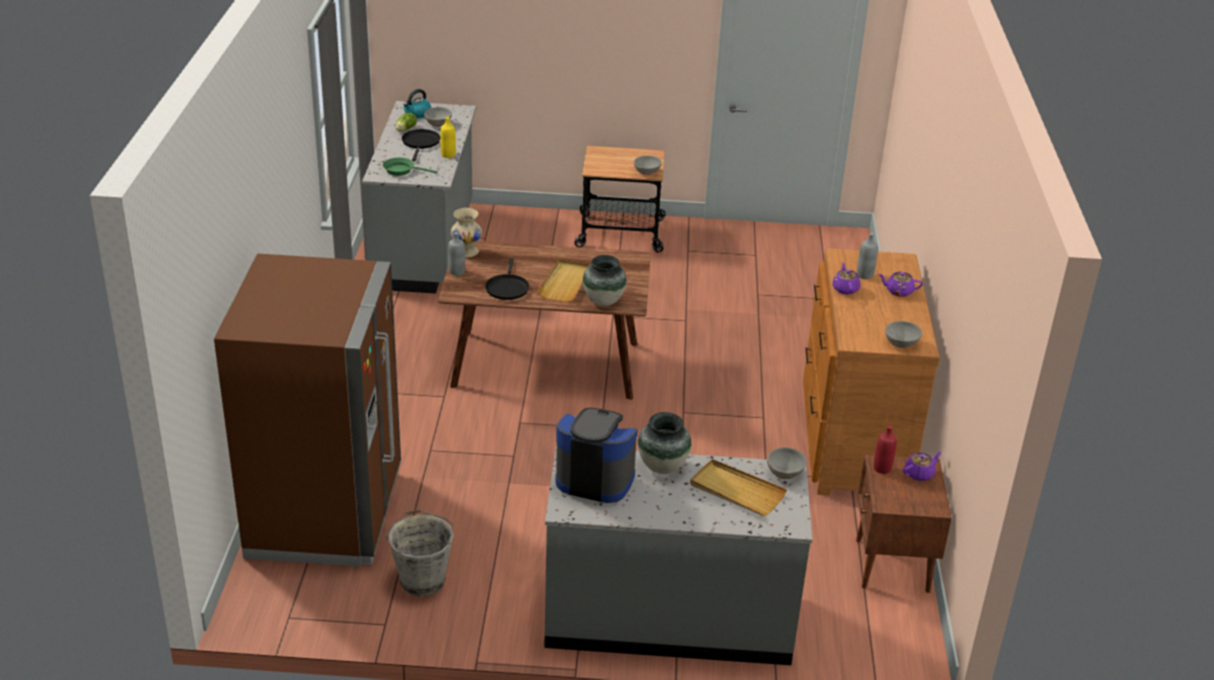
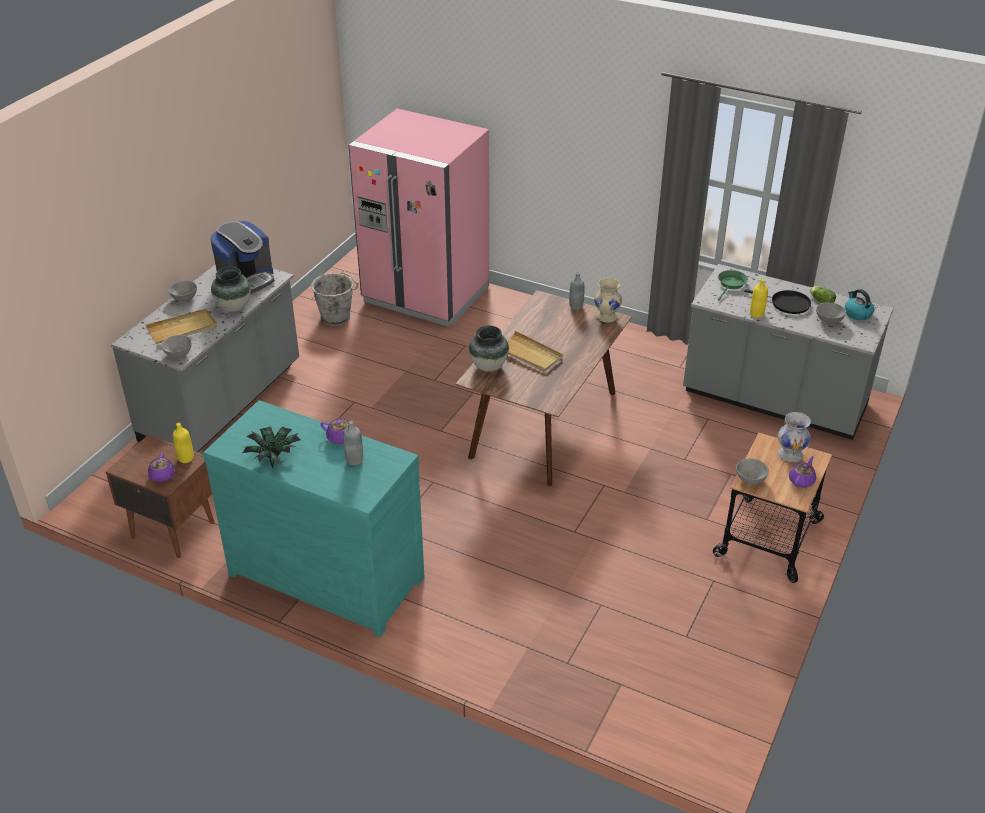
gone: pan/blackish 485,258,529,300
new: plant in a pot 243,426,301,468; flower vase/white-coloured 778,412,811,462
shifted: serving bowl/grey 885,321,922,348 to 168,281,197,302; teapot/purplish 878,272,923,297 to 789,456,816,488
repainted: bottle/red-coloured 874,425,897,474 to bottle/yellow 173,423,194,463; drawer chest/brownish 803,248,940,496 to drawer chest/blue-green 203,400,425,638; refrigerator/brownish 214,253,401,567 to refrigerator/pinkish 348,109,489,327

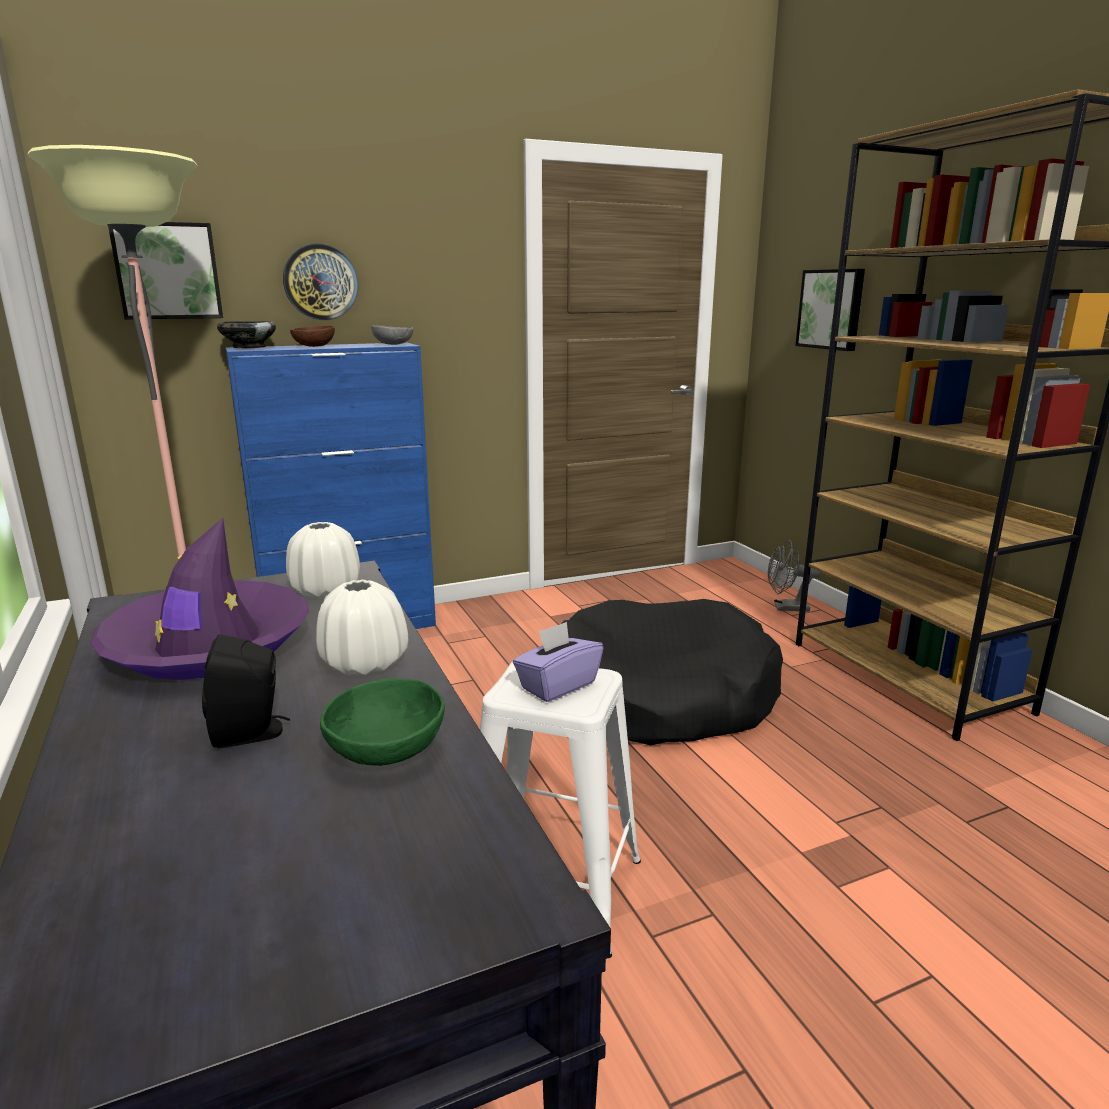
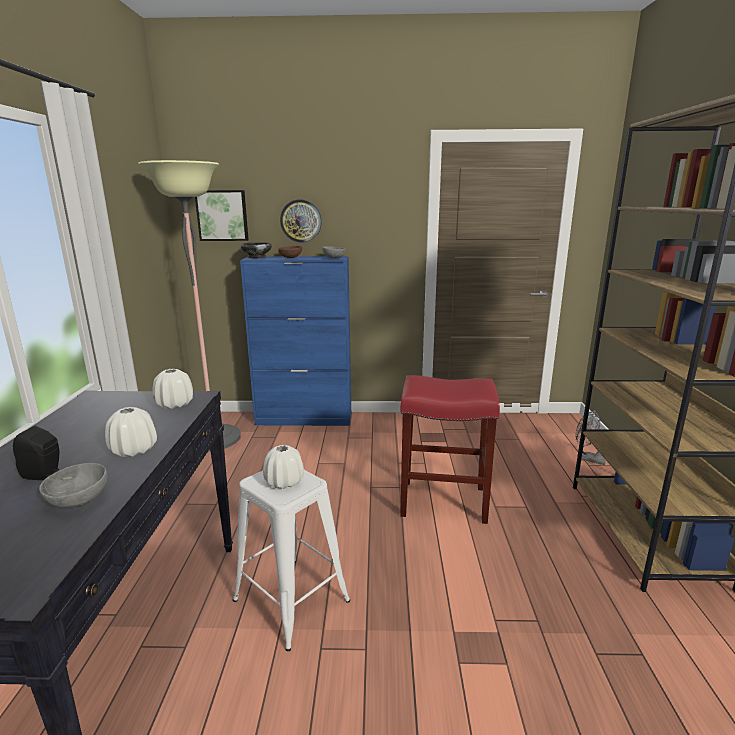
gone: clothing hat/purplish 90,518,310,680; wall picture 795,269,865,351
swapped: box of tissues/purplish 513,622,603,702 to flower vase/white-coloured 263,445,304,489; pet bed/blackish 561,599,783,745 to stool/red-coloured 400,375,500,524
repainted: serving bowl/green 320,678,445,766 to serving bowl/grey 39,463,107,507

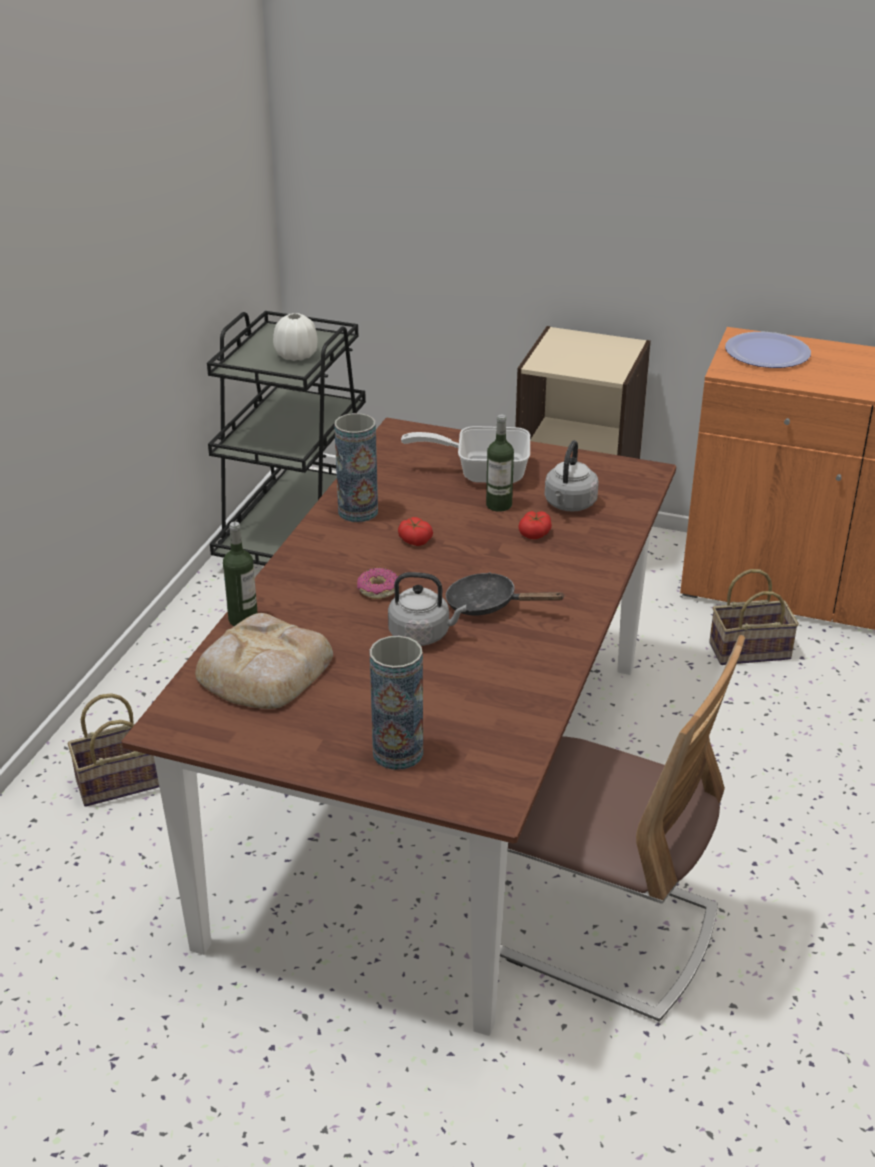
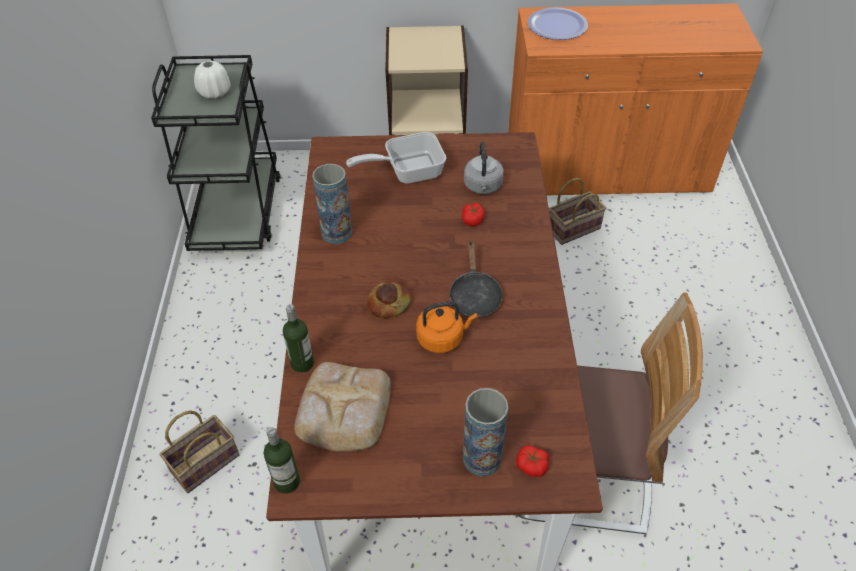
shifted: bottle 486,415,514,512 to 264,427,300,494; whole tomato 398,517,433,546 to 516,445,549,477
swapped: donut 357,568,398,599 to bakery bread 367,280,411,318
repainted: water kettle/grey 388,572,466,646 to water kettle/orangey 416,301,477,353
rotated: pan/blackish 446,572,565,616 = 449,240,503,318 90 degrees counterclockwise

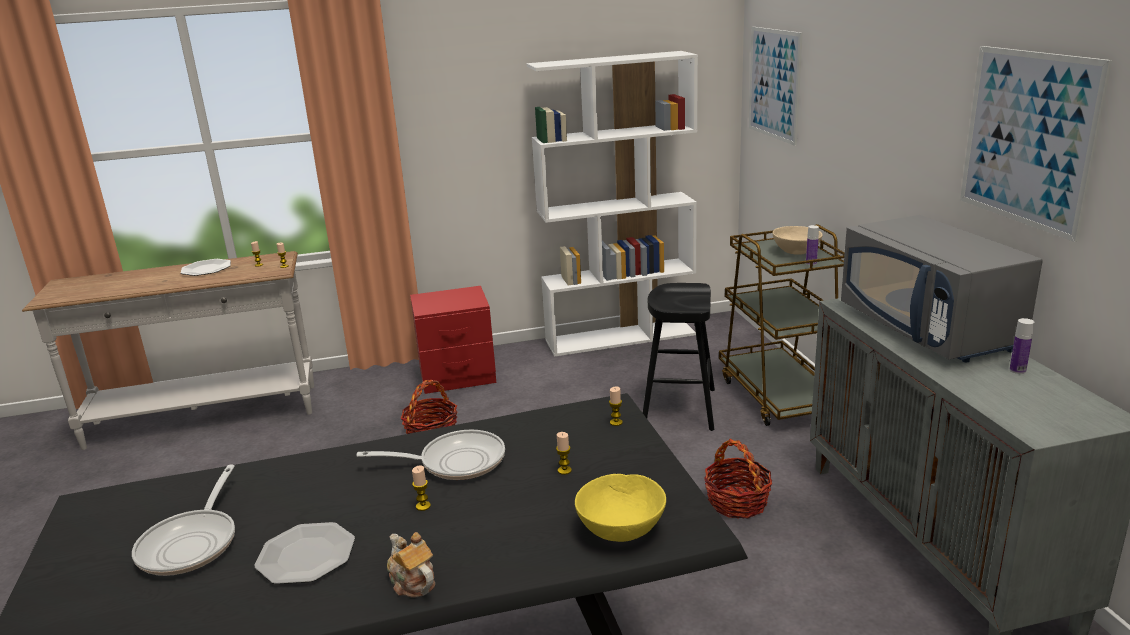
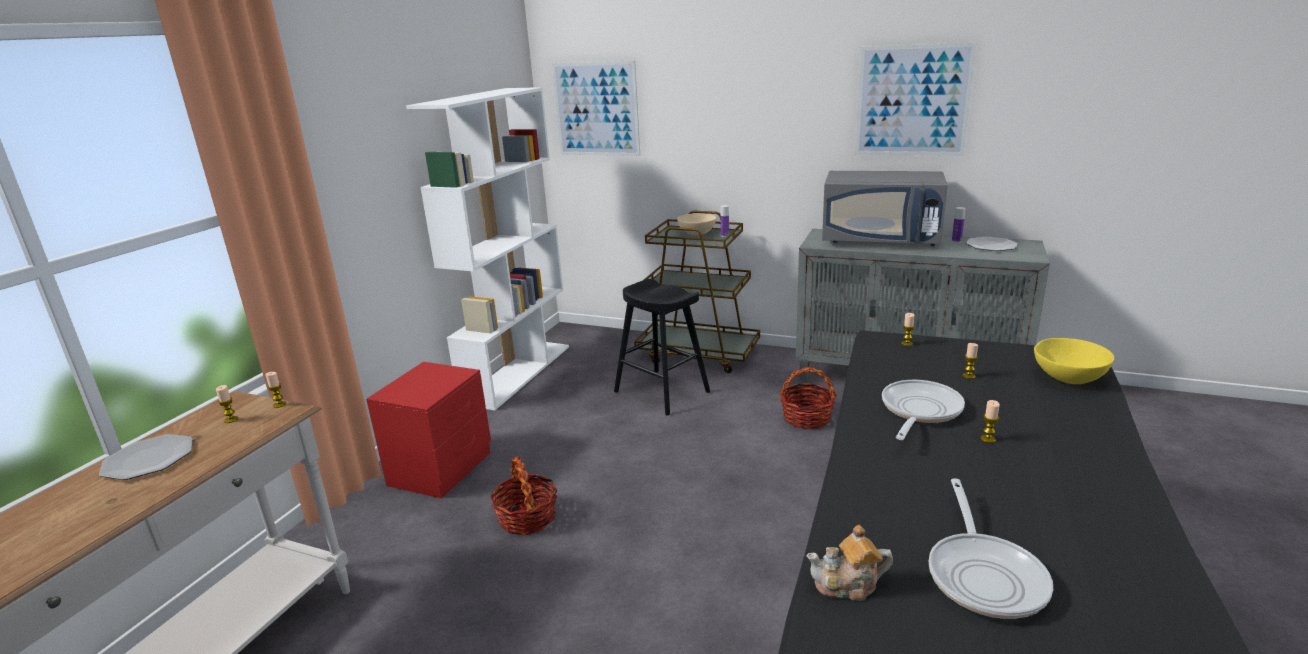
shifted: teapot 387,532,435,597 to 806,525,893,601; dinner plate 254,522,355,584 to 966,237,1018,251
rotated: pan 132,465,235,576 = 928,478,1053,619 60 degrees clockwise

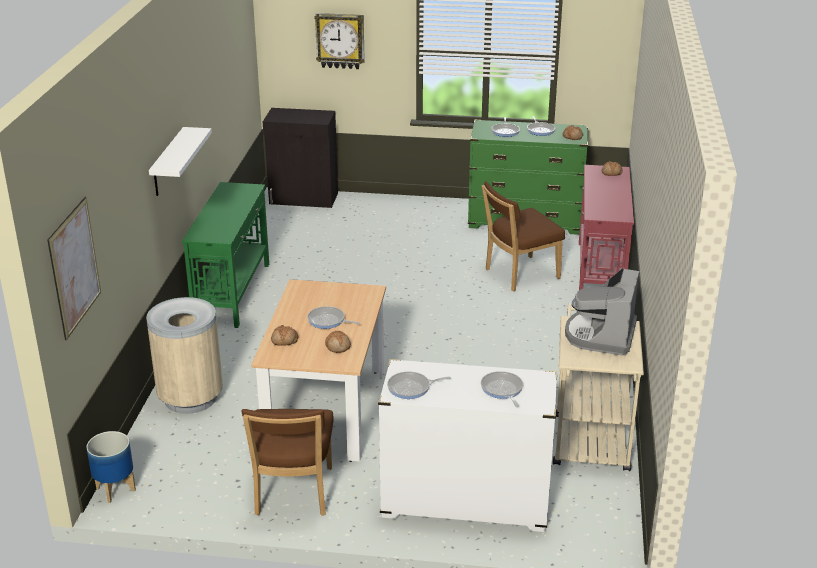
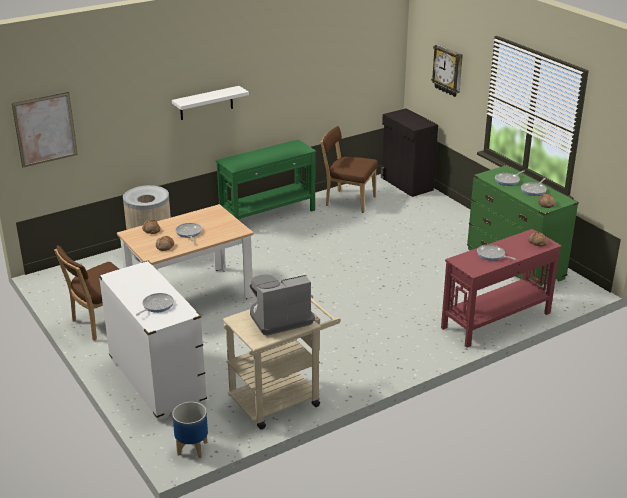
shifted: planter 86,431,136,503 to 172,402,208,458; chair/brownish 481,181,565,291 to 321,126,378,213; pan 387,372,451,399 to 477,245,516,261

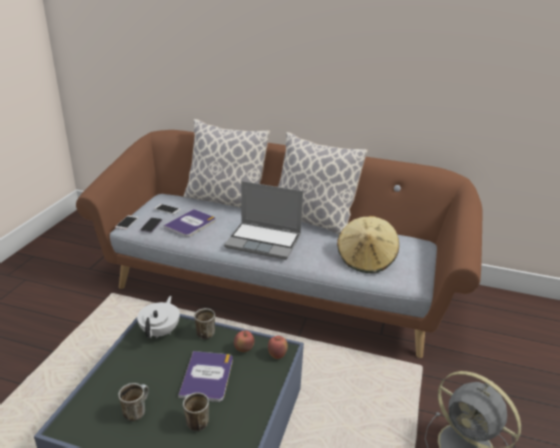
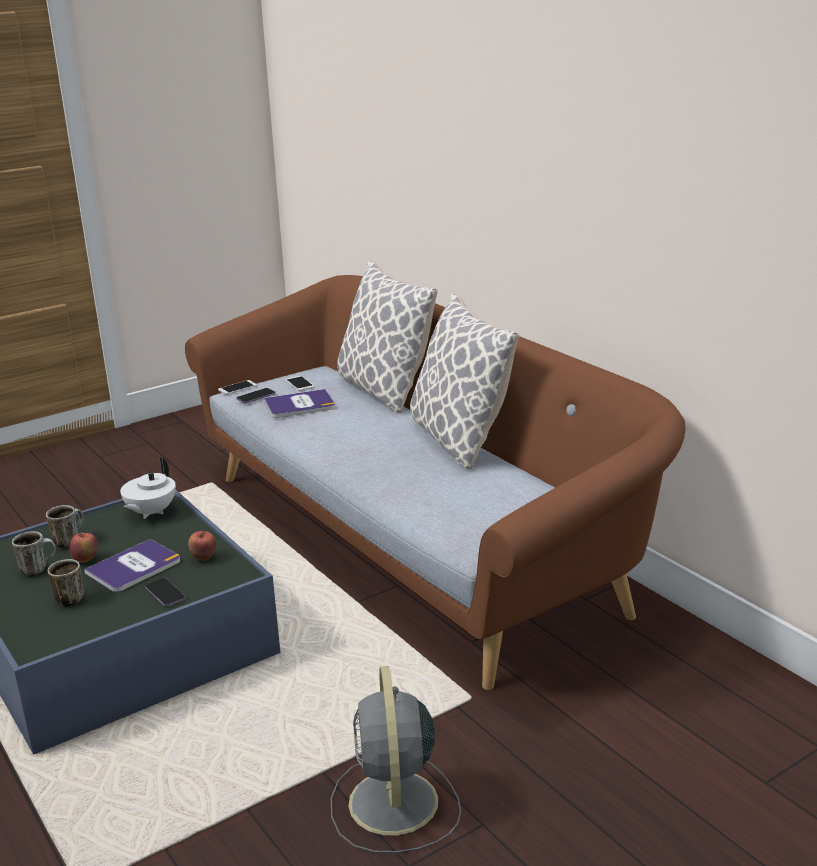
gone: notebook computer 224,181,303,260; clothing hat/beige 337,216,399,273
new: phone 145,578,186,607
shifted: coffee mug 194,308,215,340 to 46,505,83,548; apple 268,336,288,359 to 70,532,98,562
rotated: teapot/white-coloured 137,296,180,339 = 120,458,176,519 150 degrees clockwise

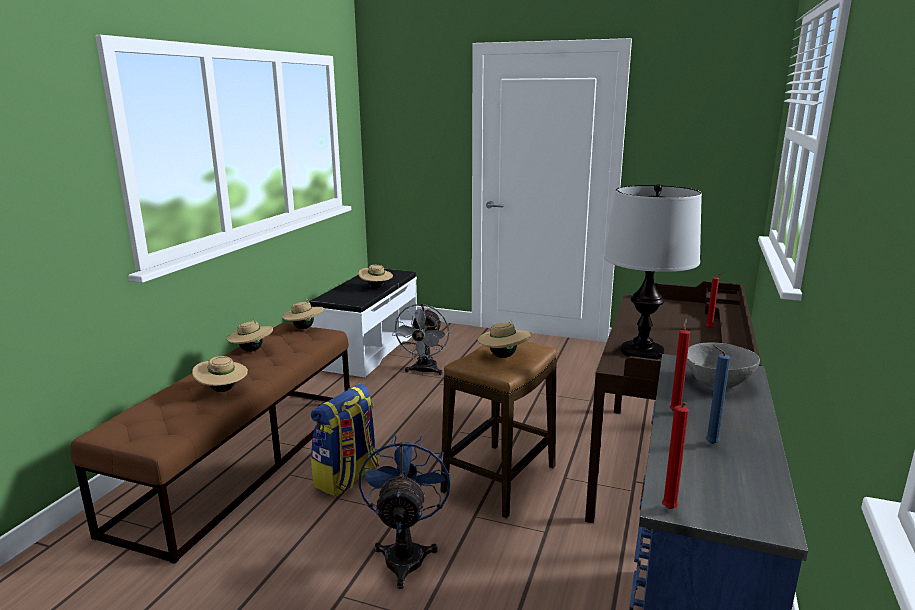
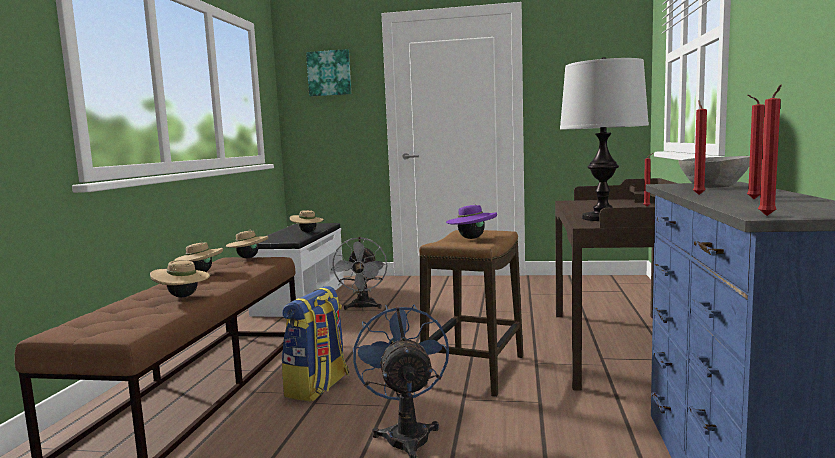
new: wall picture 306,49,351,96
repainted: clothing hat/beige 478,319,530,358 to clothing hat/purplish 446,203,497,239; wax candle/blue 706,345,730,444 to wax candle/red-coloured 747,95,764,199

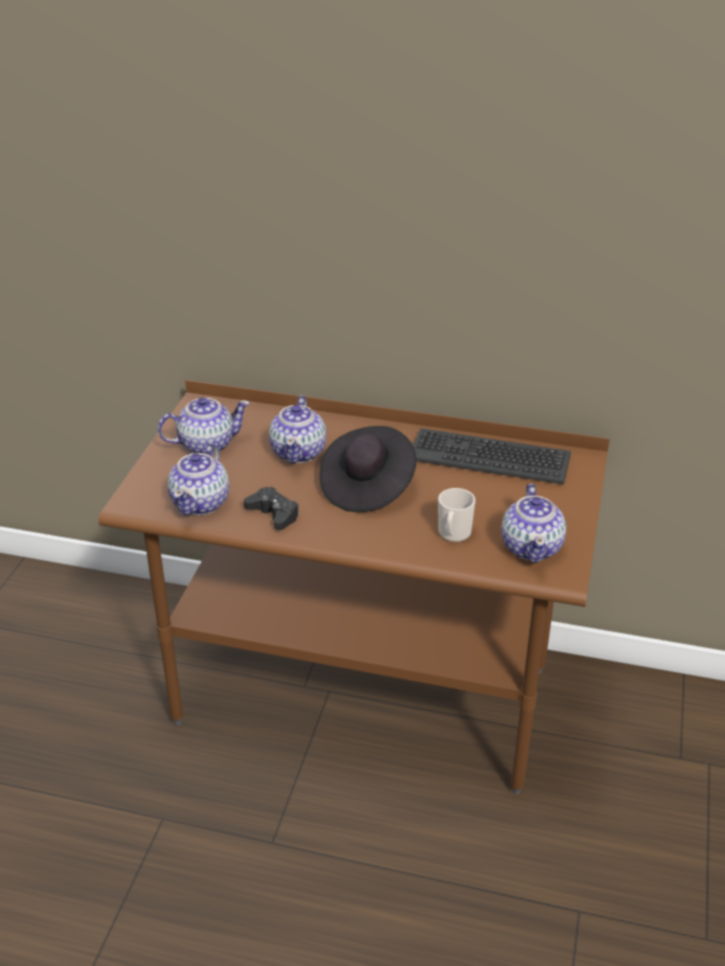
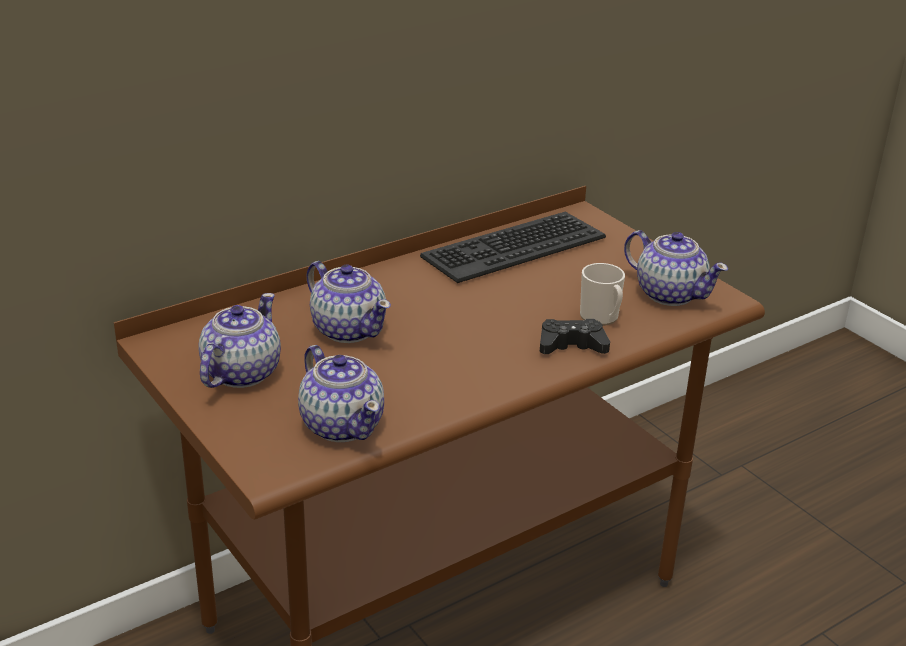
gone: clothing hat/blackish 320,426,416,512
shifted: joypad/blackish 244,487,299,530 to 540,319,610,354

